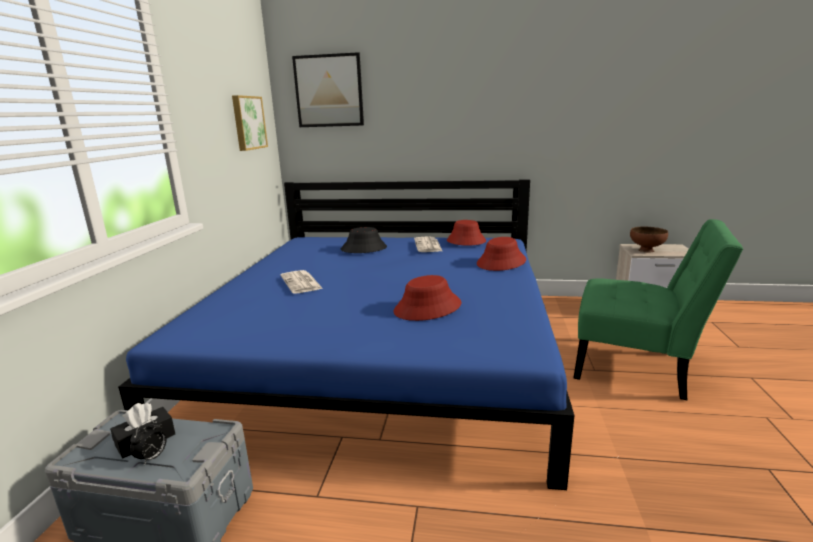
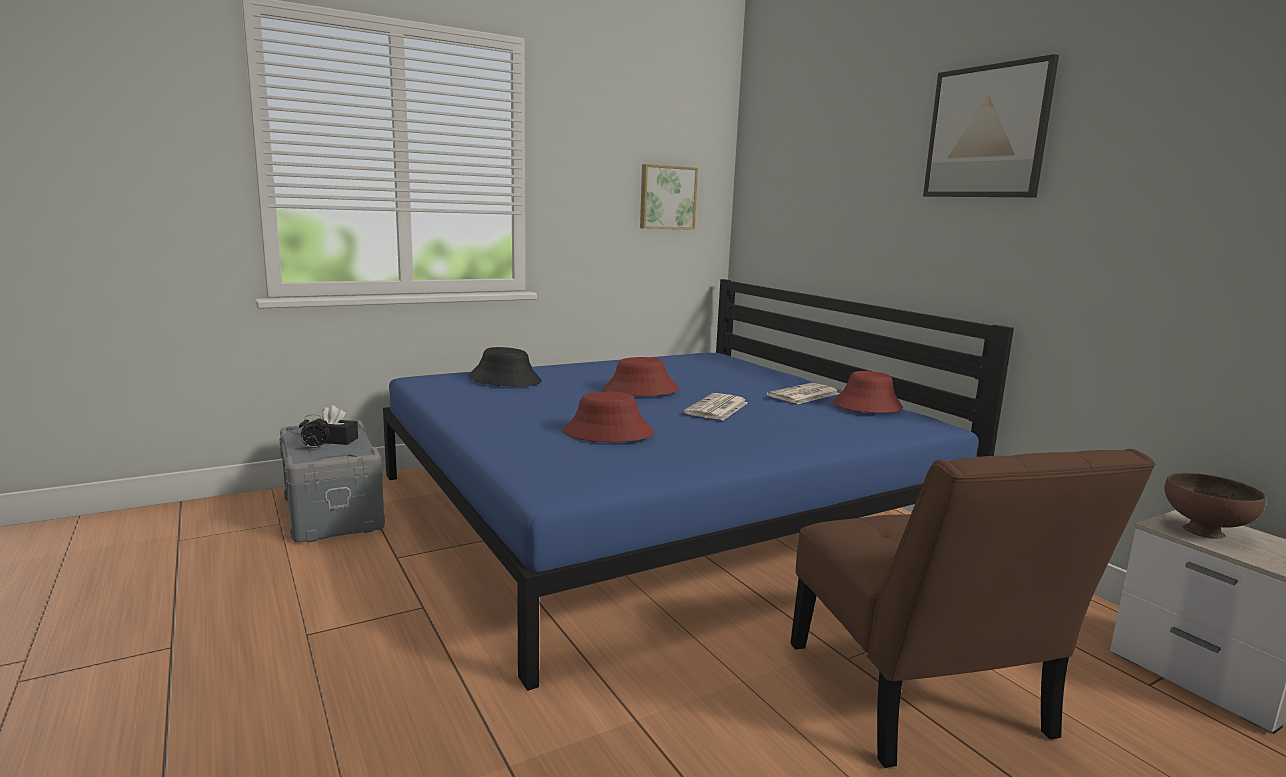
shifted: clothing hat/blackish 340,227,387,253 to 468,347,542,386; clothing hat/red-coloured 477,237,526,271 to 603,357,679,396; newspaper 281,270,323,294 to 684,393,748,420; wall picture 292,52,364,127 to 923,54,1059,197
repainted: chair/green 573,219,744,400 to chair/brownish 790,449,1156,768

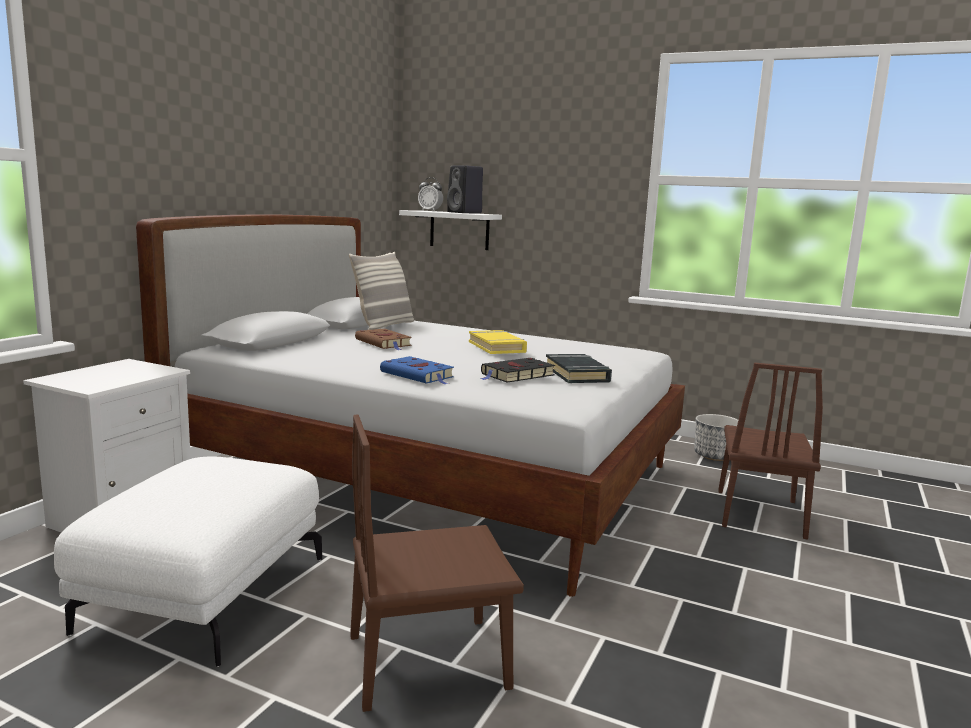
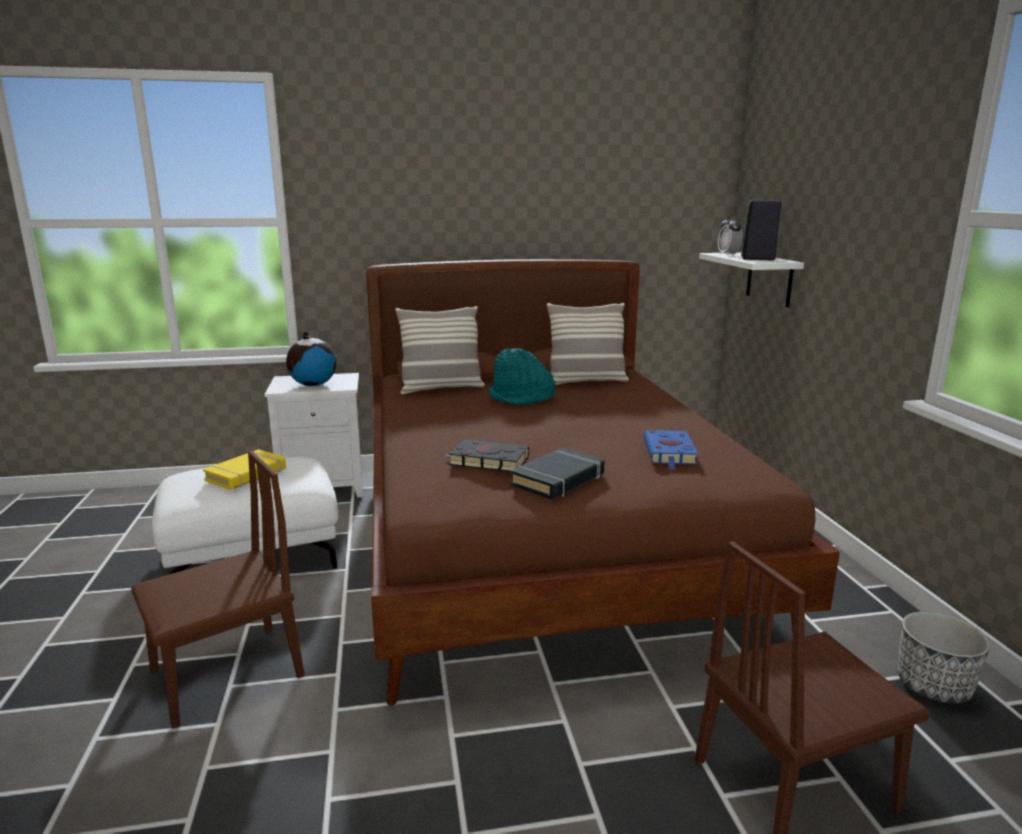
new: desk globe 286,332,336,386; throw pillow 395,306,485,394
shifted: volume/yellow 469,330,527,354 to 203,449,286,490; volume/blue 380,356,454,384 to 644,430,698,470
swapped: volume/brownish 355,329,412,350 to clothing hat/blue-green 489,348,556,404
repainted: bedroom bed/white-coloured 136,214,685,597 to bedroom bed/brownish 366,259,840,706
rotated: chair/brownish 350,414,524,712 = 131,451,305,728 105 degrees clockwise

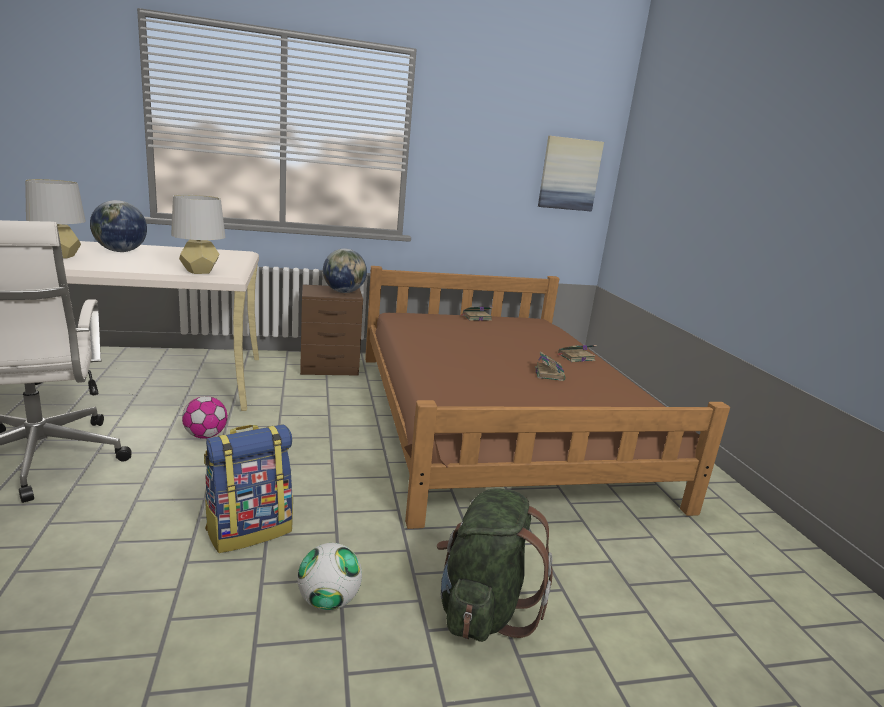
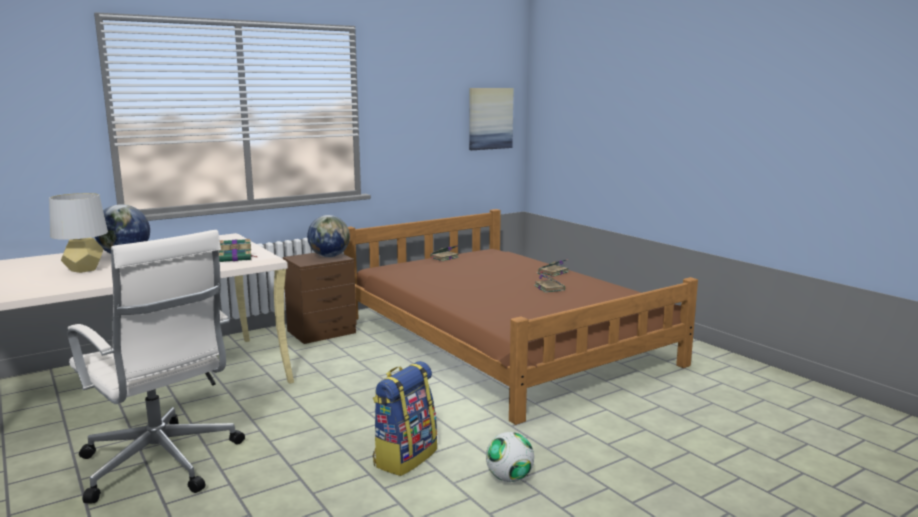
gone: football ball 182,396,228,439; backpack/green 437,489,553,642
swapped: lamp for a table/grey 171,195,225,274 to volume 218,239,257,262

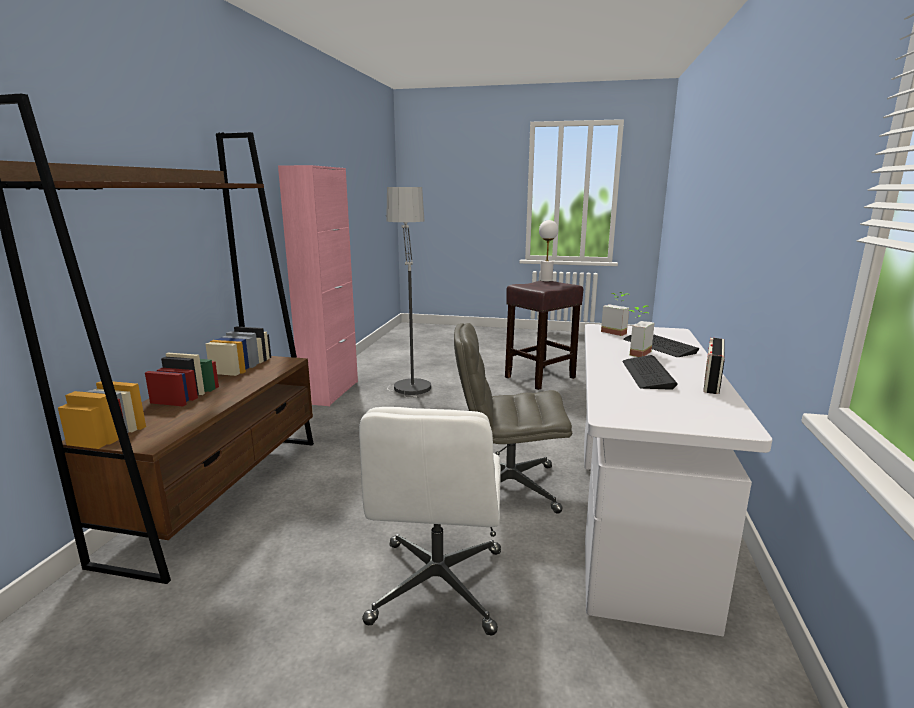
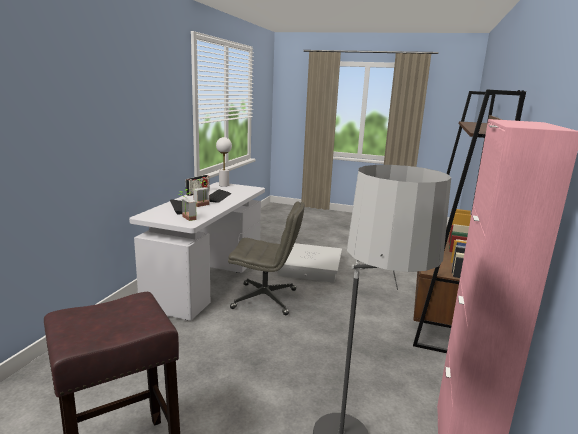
shifted: lamp for a table/white-coloured 539,220,558,282 to 216,137,232,187
swapped: computer chair/white-coloured 359,407,501,635 to storage bin/white-coloured 277,243,342,282

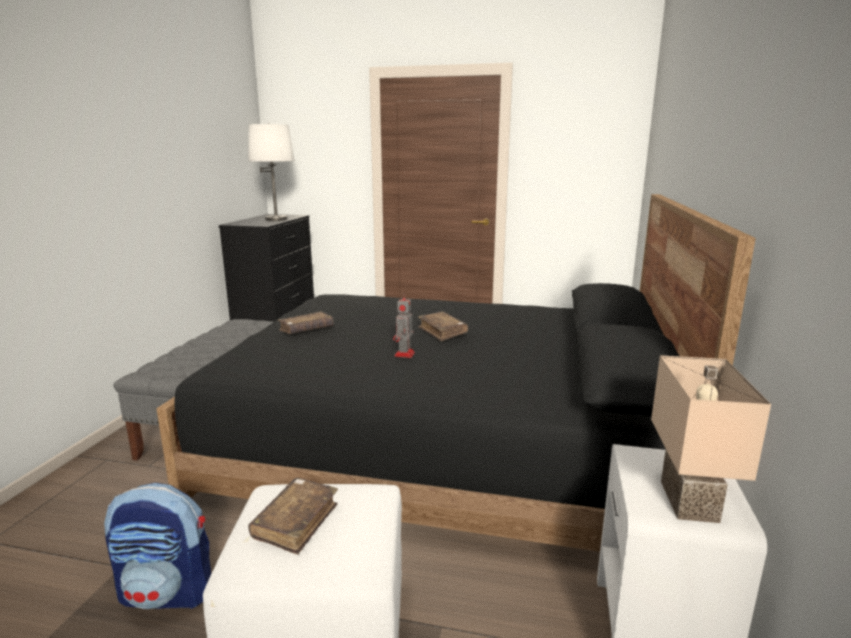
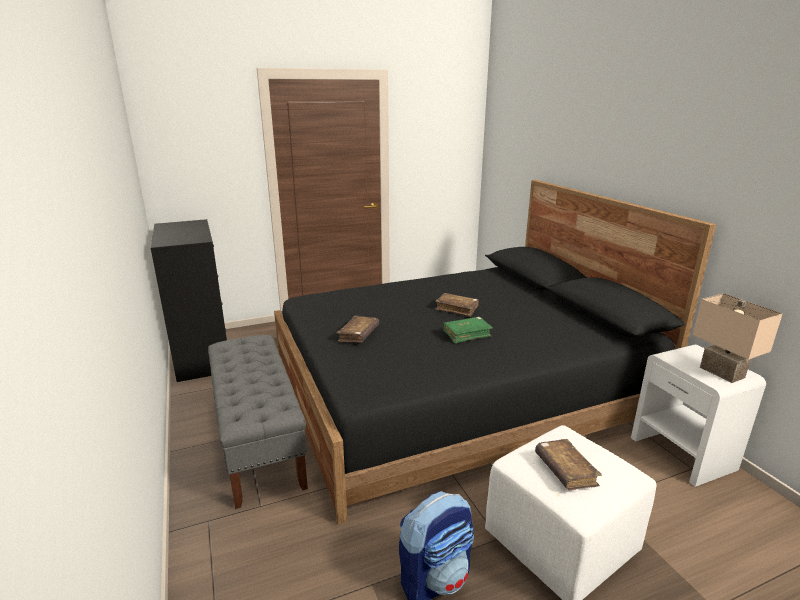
gone: lamp for a table/white-coloured 248,123,295,221
swapped: model robot 393,293,415,358 to volume/green 443,317,493,343

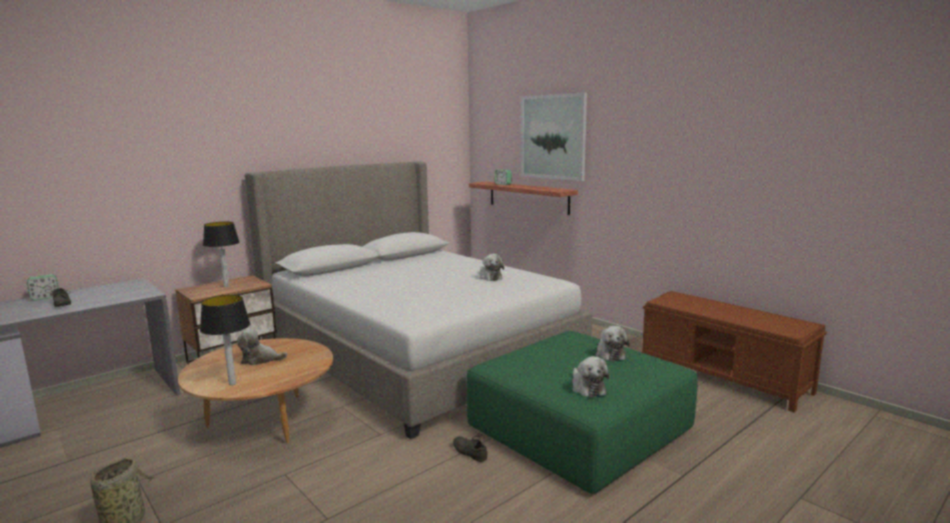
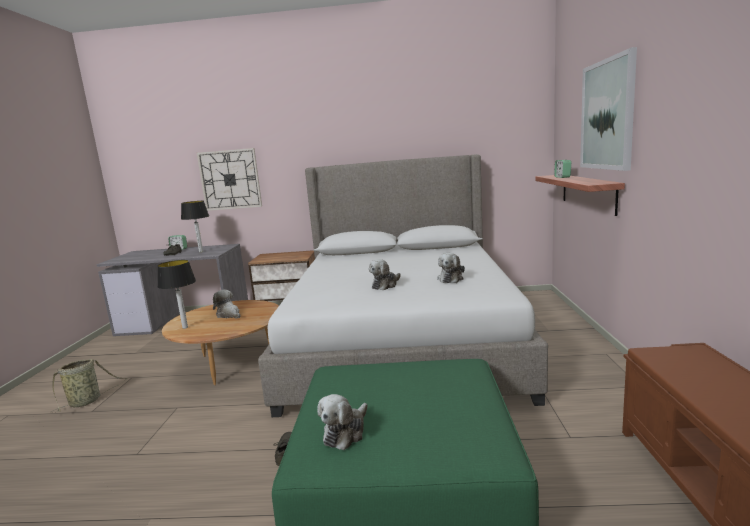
new: hanging clock 197,148,262,211
shifted: lamp for a table 203,221,240,287 to 181,201,209,252; soft toy 596,326,630,361 to 369,259,401,290

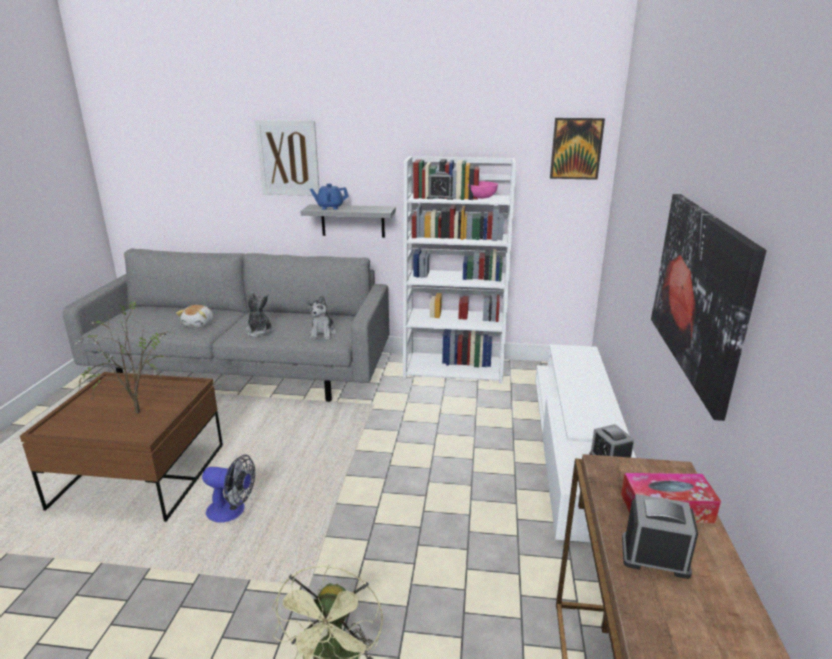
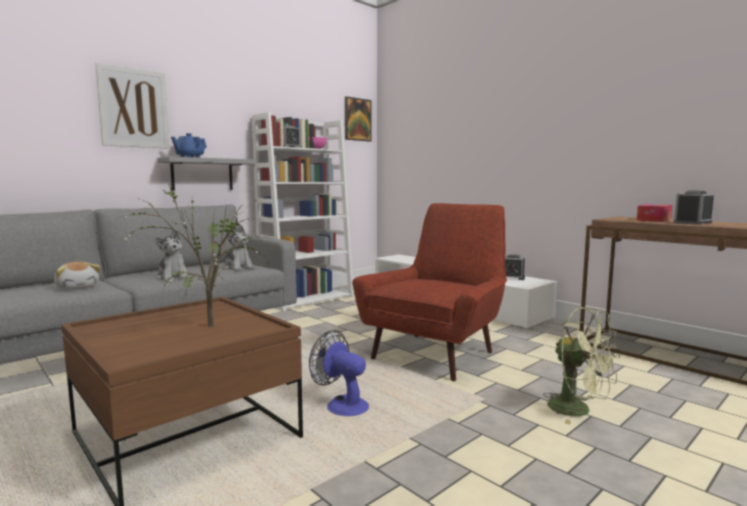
gone: wall picture 651,194,767,421
new: armchair/red-coloured 352,203,507,381
rotated: soft toy 246,292,274,337 = 155,230,189,281 135 degrees counterclockwise; electric fan 202,455,255,523 = 309,330,369,416 105 degrees counterclockwise

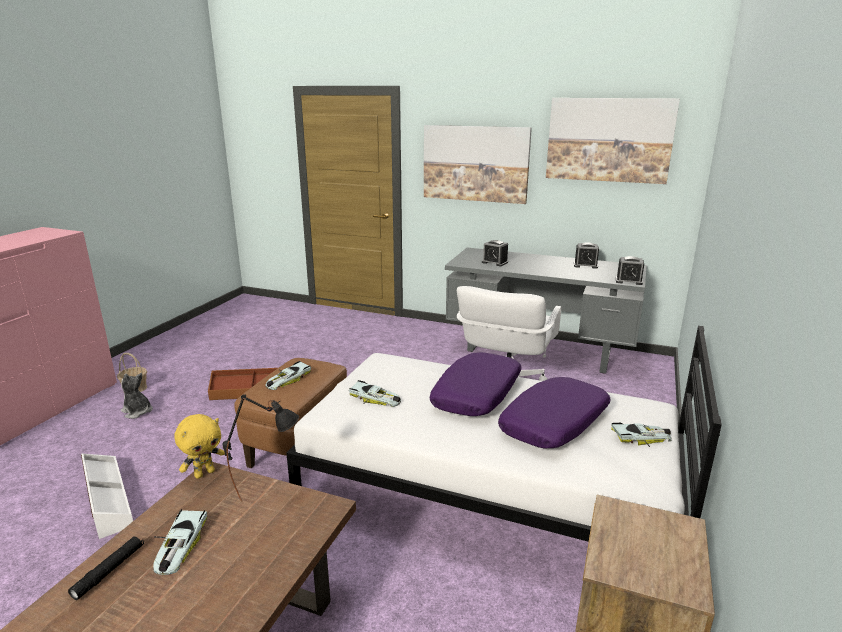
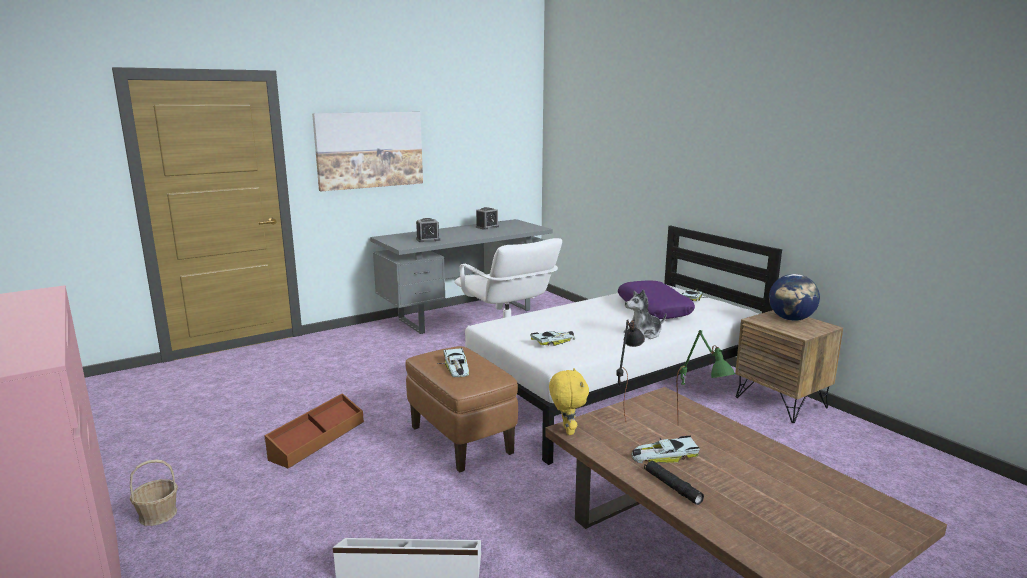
gone: throw pillow/purplish 430,352,522,416; wall picture 546,98,680,184; table clock 616,256,644,285
new: lamp for a table/green 676,330,735,423; desk globe 769,274,820,321
shifted: soft toy 121,373,153,419 to 624,289,666,339
rotated: miniature car 153,509,207,575 = 631,436,700,463 135 degrees clockwise

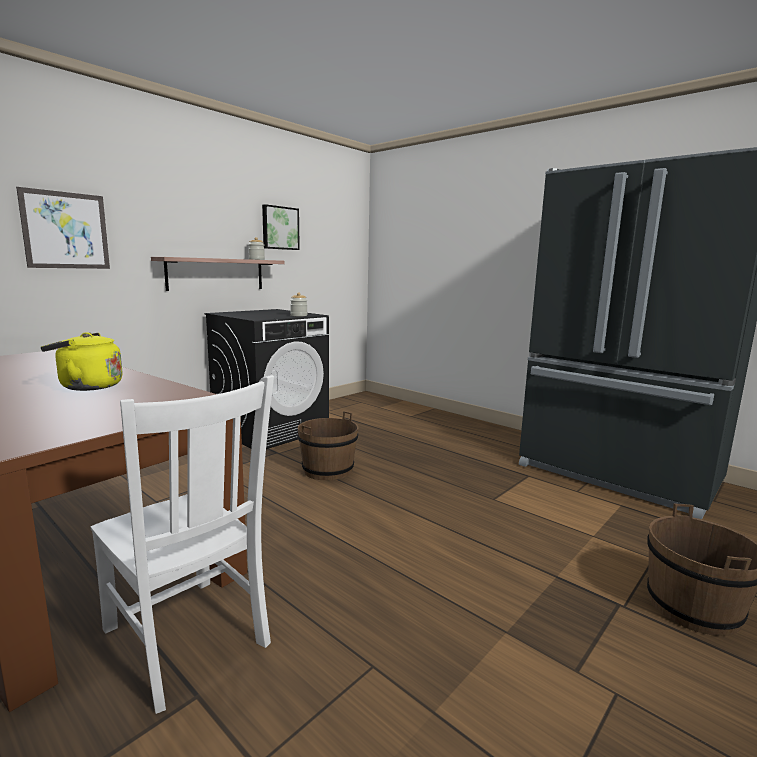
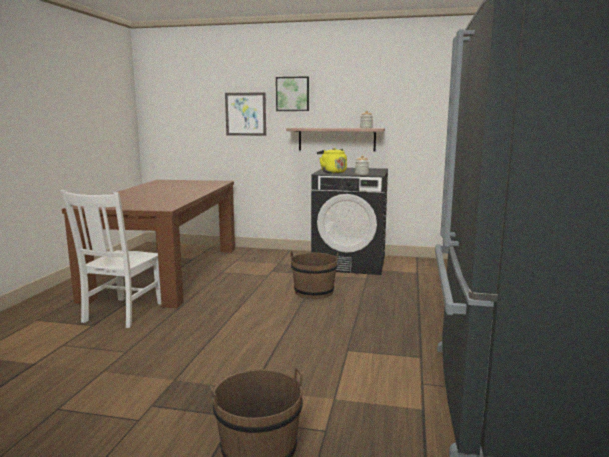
shifted: wall picture 262,204,300,250 to 276,76,309,111; water kettle/yellow 41,332,123,391 to 317,148,347,174

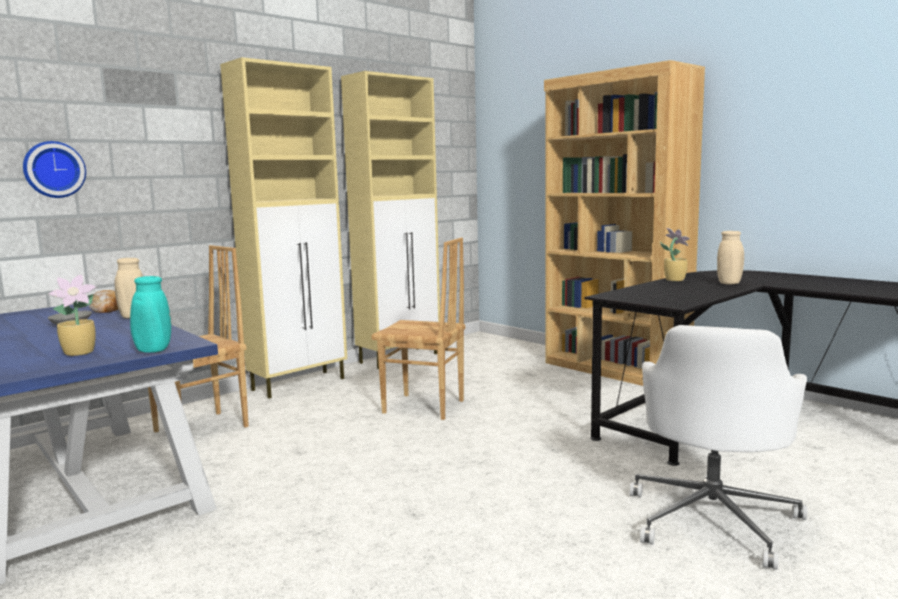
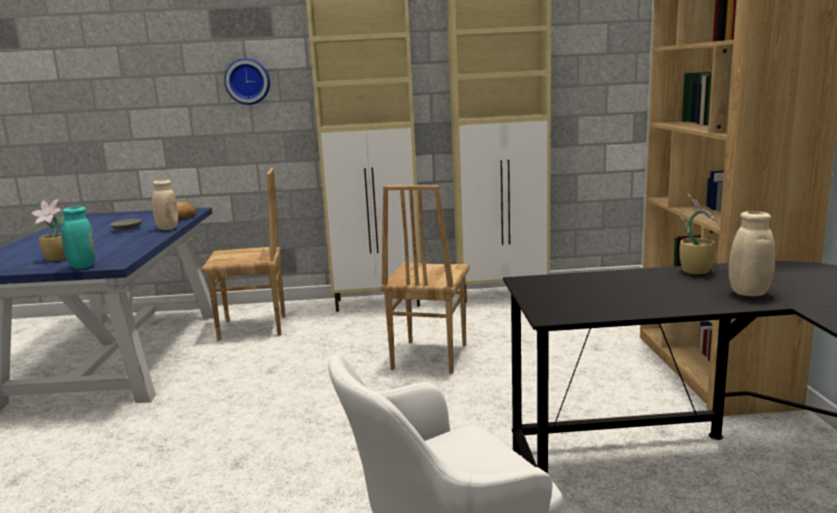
shifted: hanging clock 23,141,86,198 to 224,58,270,105
rotated: chair/brownish 371,238,465,420 = 380,185,469,374 45 degrees clockwise

